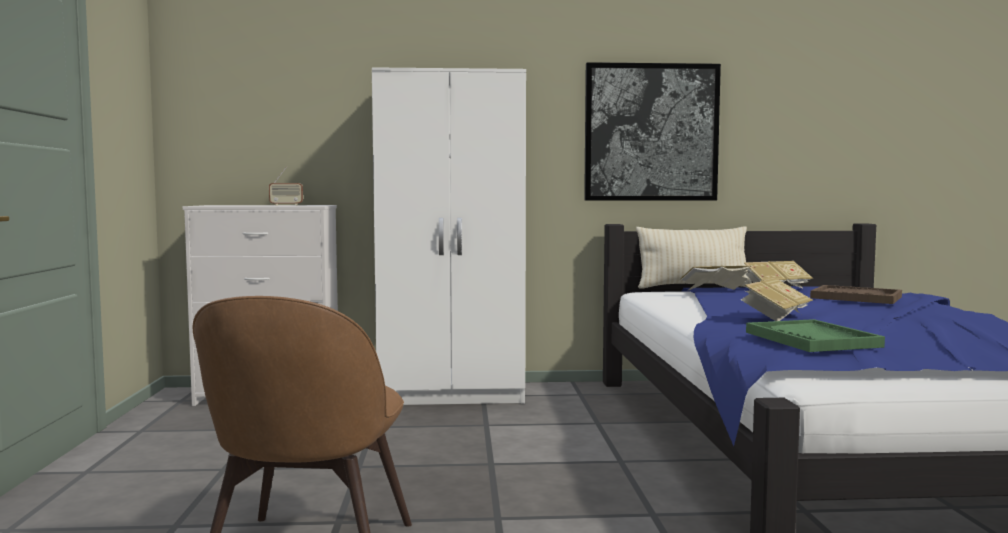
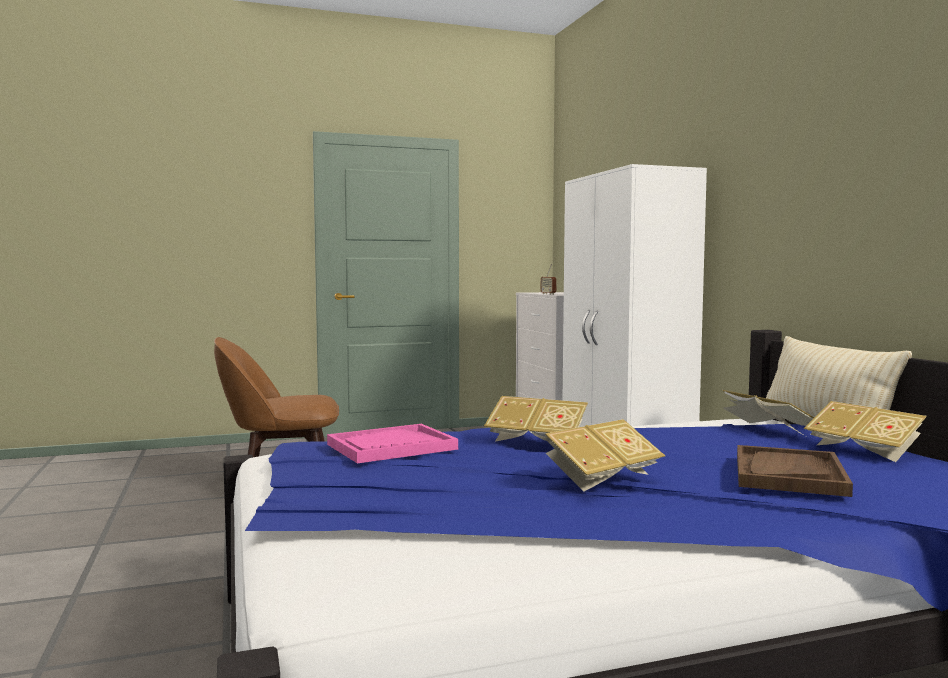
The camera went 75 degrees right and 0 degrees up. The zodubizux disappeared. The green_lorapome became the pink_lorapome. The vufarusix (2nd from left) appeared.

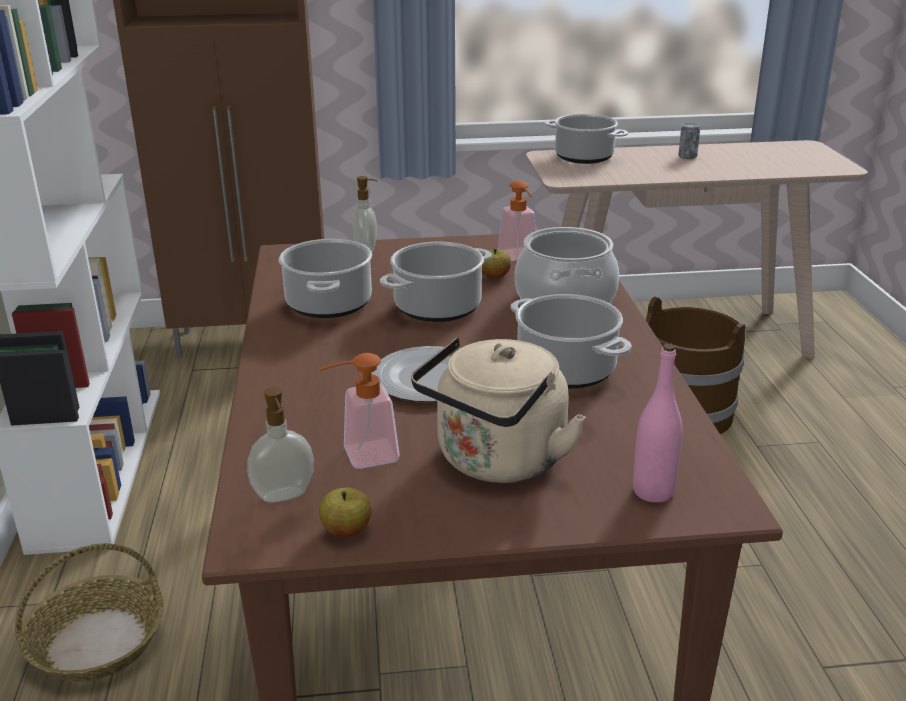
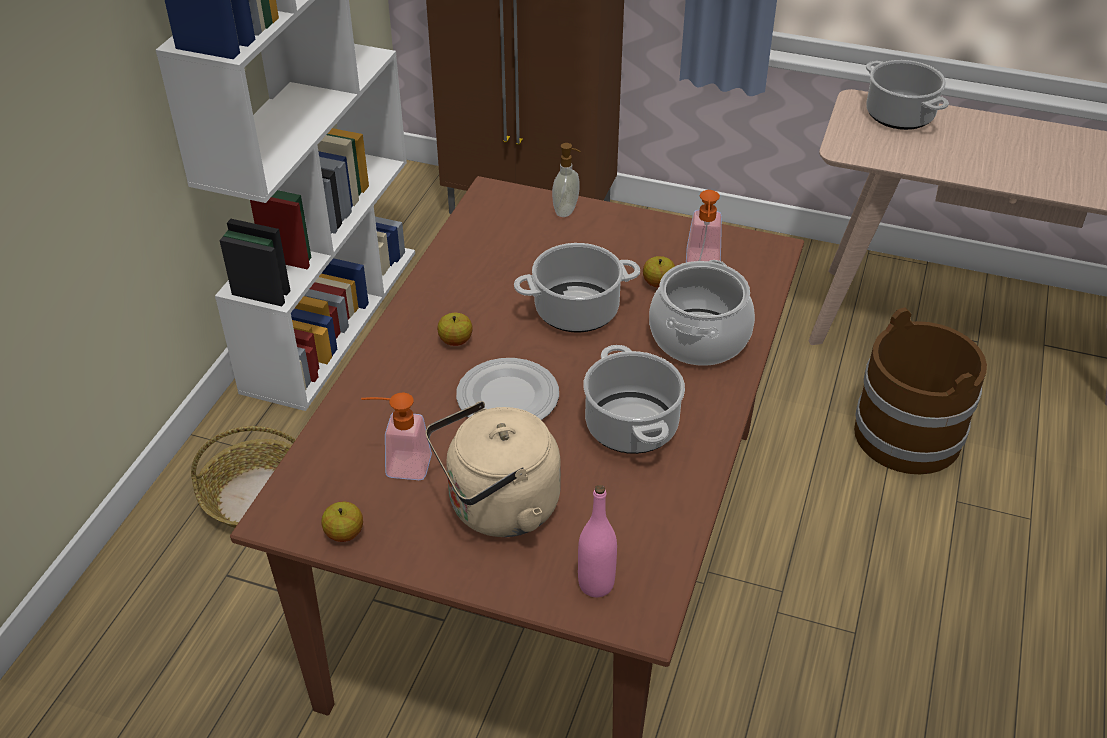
The camera went 25 degrees right and 15 degrees up. The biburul (1st from left) disappeared. The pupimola (1st from left) disappeared. The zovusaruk disappeared. The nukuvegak (2nd from left) appeared.

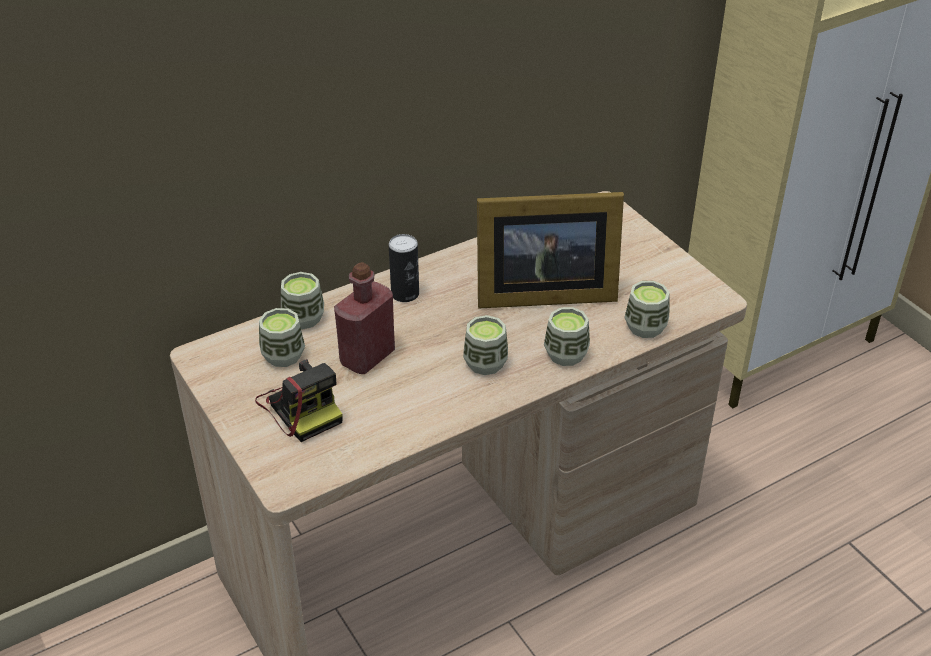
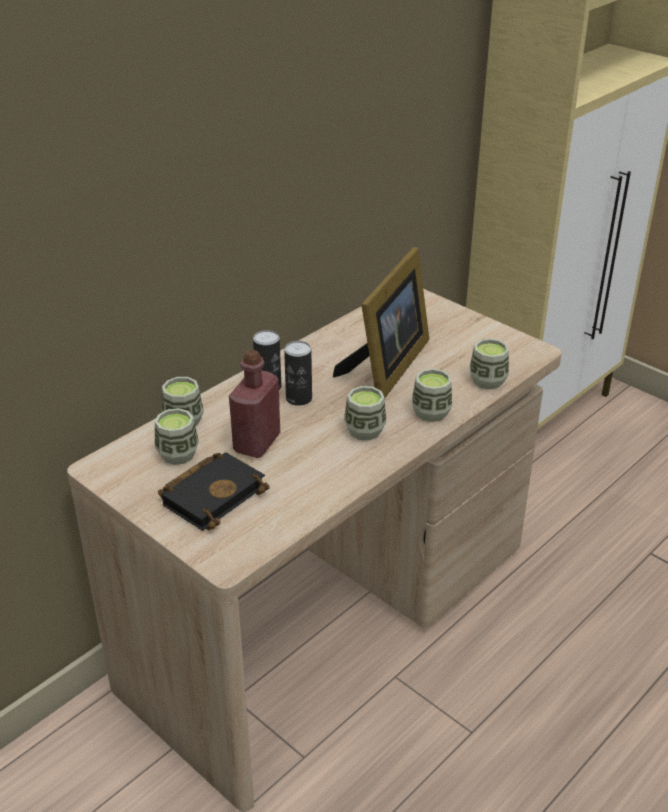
The camera went 15 degrees left and 5 degrees down. The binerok was replaced by the black_vufarusix. The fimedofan turned 45 degrees counterclockwise. The zovusaruk (2nd from left) appeared.

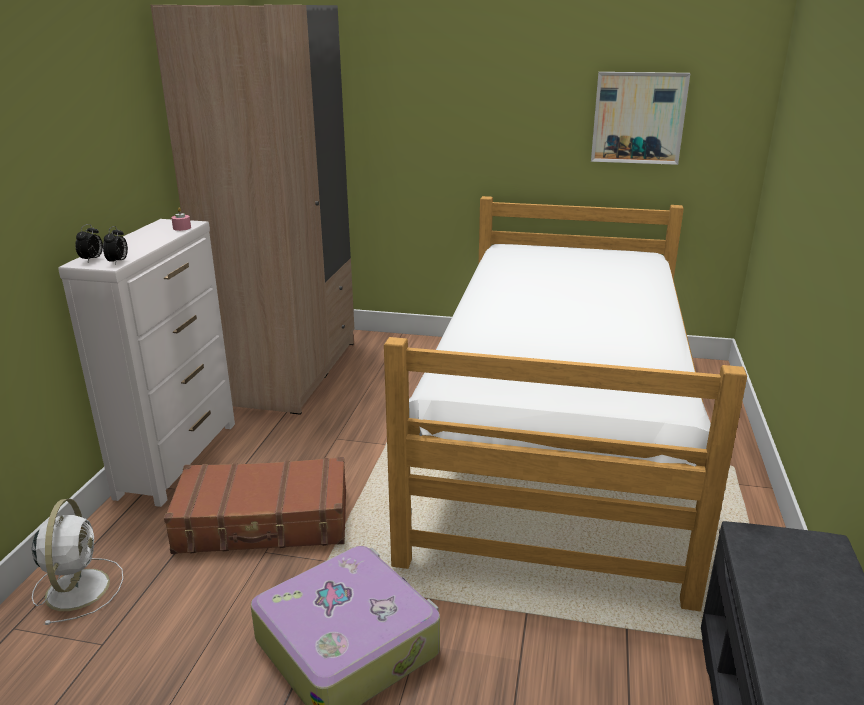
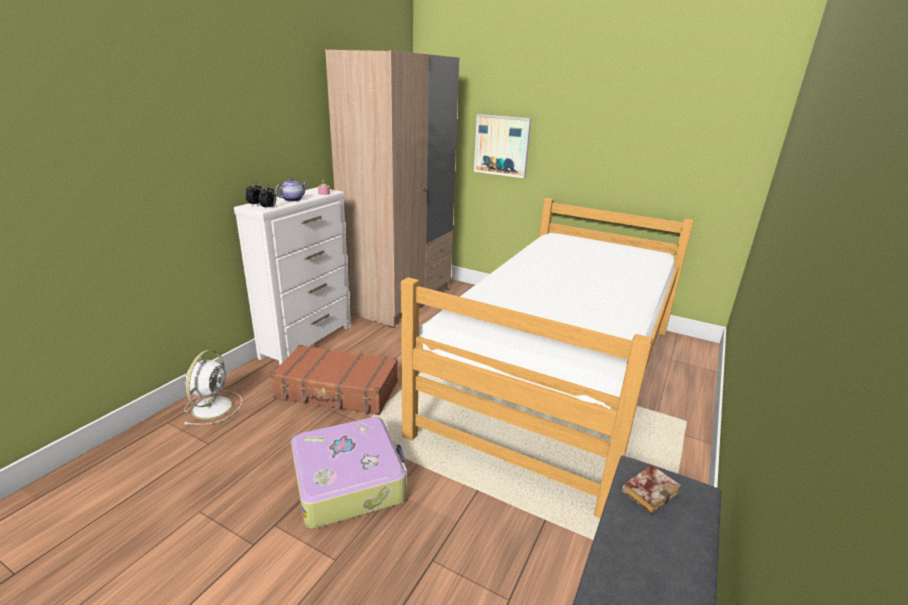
The camera went 15 degrees right and 0 degrees up. The zodubizux moved. The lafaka appeared. The vufarusix appeared.

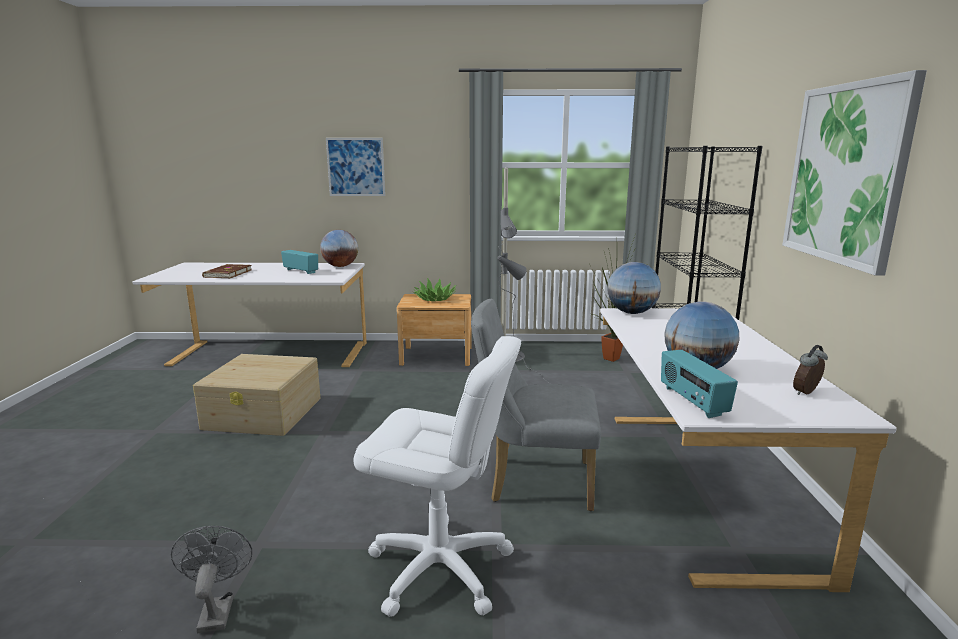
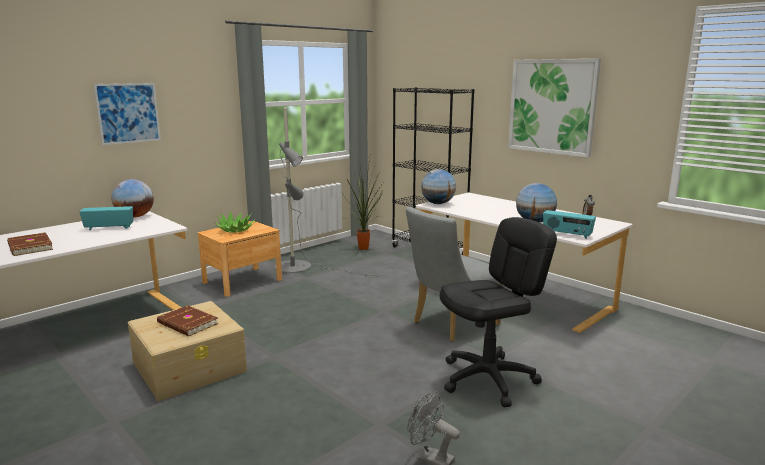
The camera went 45 degrees left and 0 degrees up. The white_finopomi became the black_finopomi. The brown_vufarusix (2nd from left) appeared.

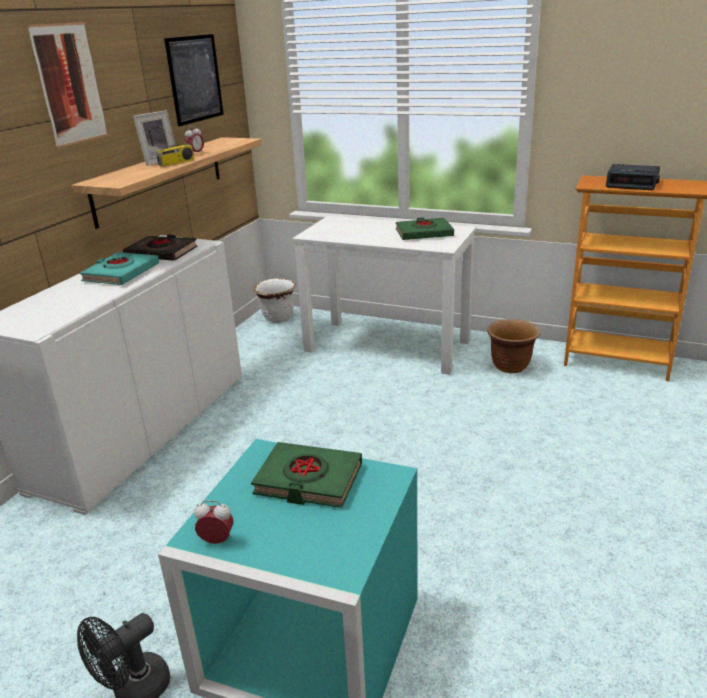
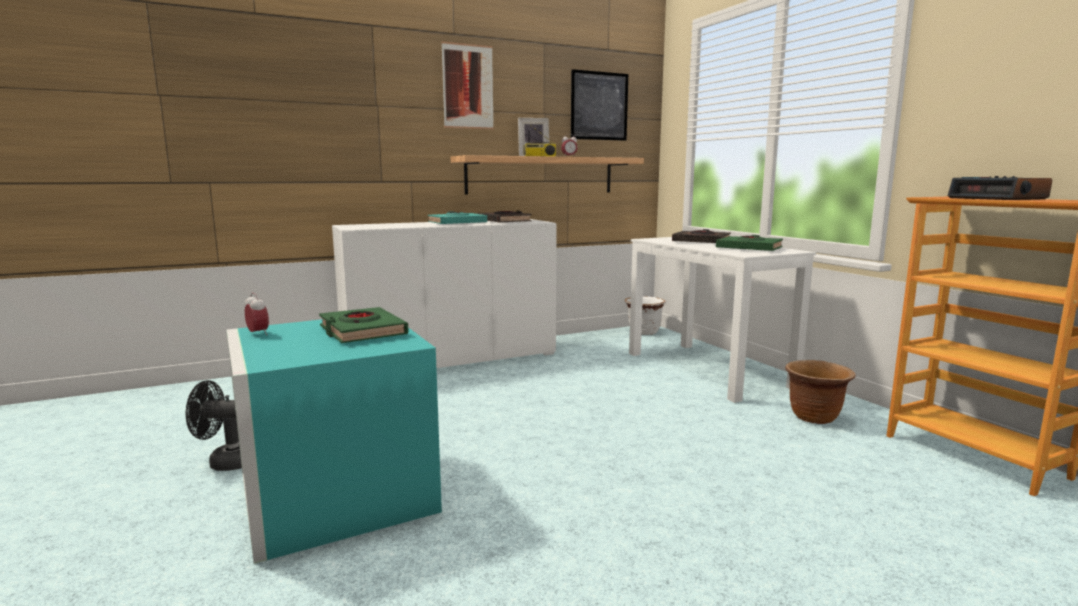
The camera went 40 degrees right and 15 degrees down. The black_vufarusix (2nd from left) appeared.

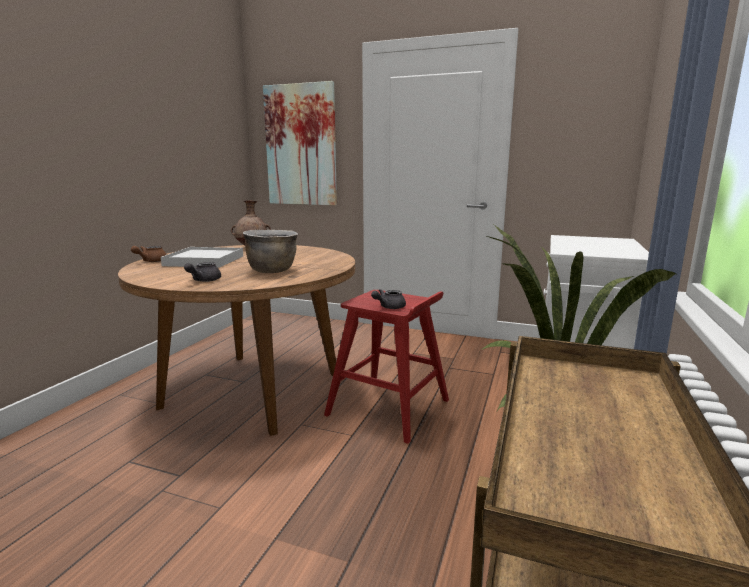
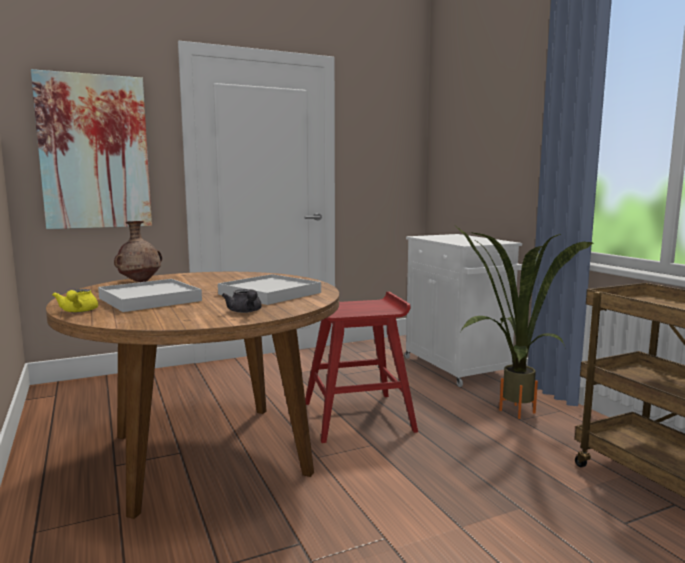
The camera went 45 degrees left and 5 degrees down. The brown_lafaka became the yellow_lafaka. The brown_pupimola was replaced by the white_lorapome (2nd from left). The grey_lafaka (2nd from left) disappeared.

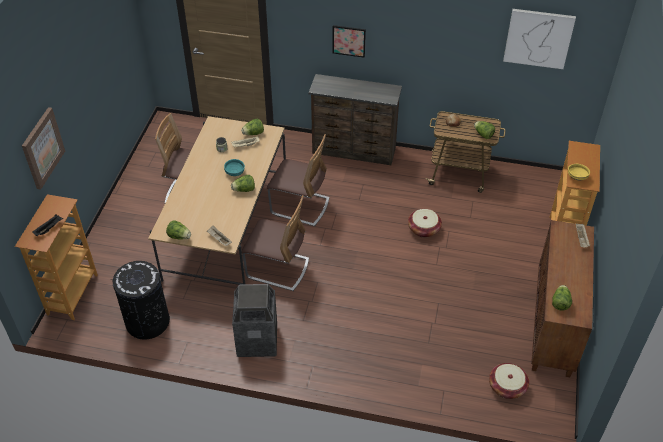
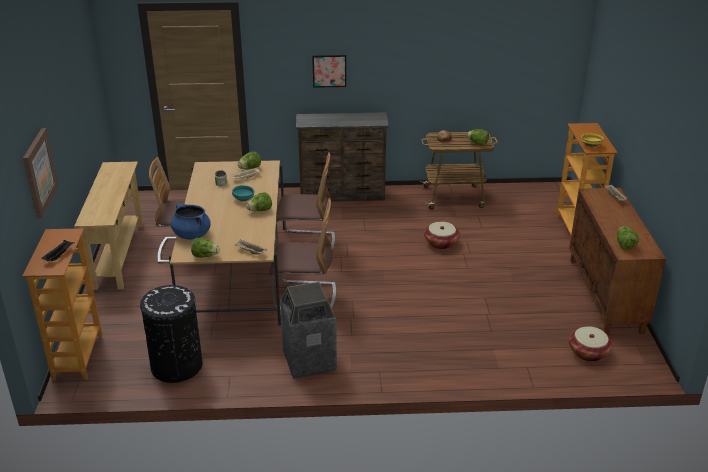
The camera went 15 degrees left and 15 degrees down. The zodubizux (3rd from left) disappeared. The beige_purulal appeared. The blue_pupimola appeared.

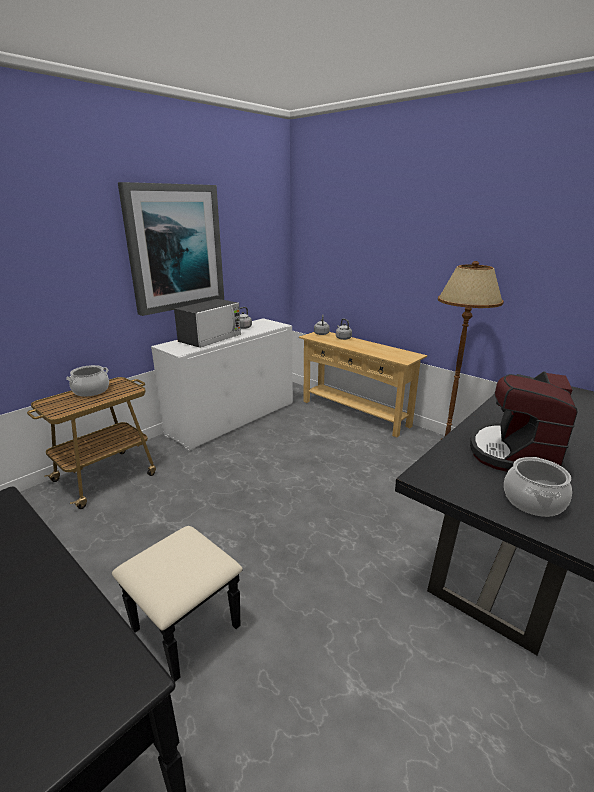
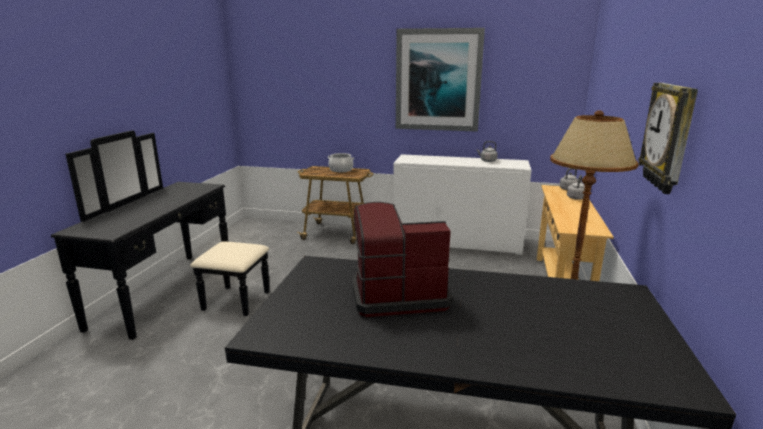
The camera went 60 degrees right and 5 degrees down. The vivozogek disappeared. The pupimola (2nd from left) disappeared. The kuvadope appeared.

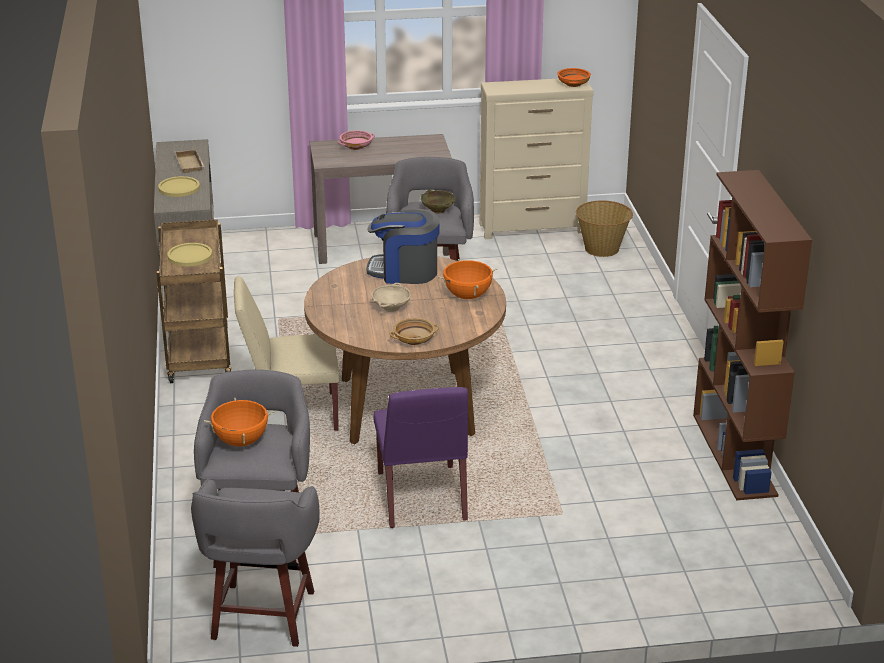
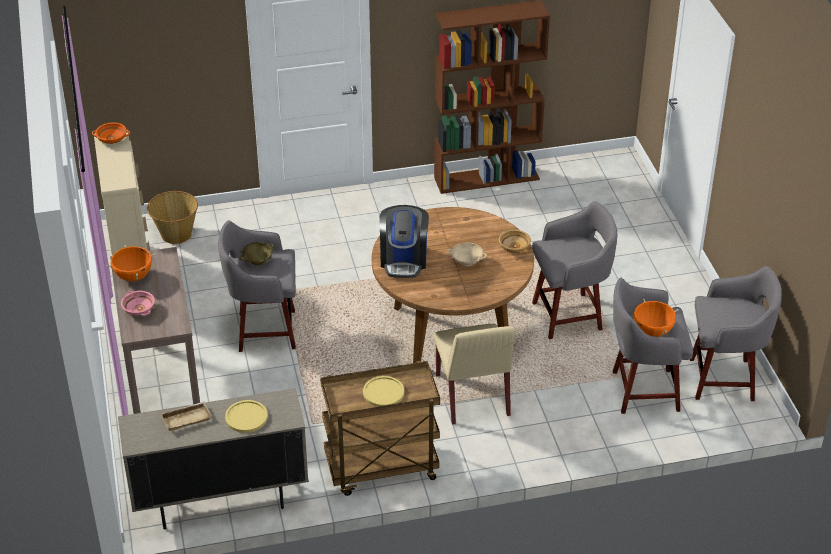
The camera went 95 degrees left and 10 degrees up. The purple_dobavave was replaced by the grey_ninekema (2nd from left). The orange_pupimola (2nd from left in the first image) moved.

